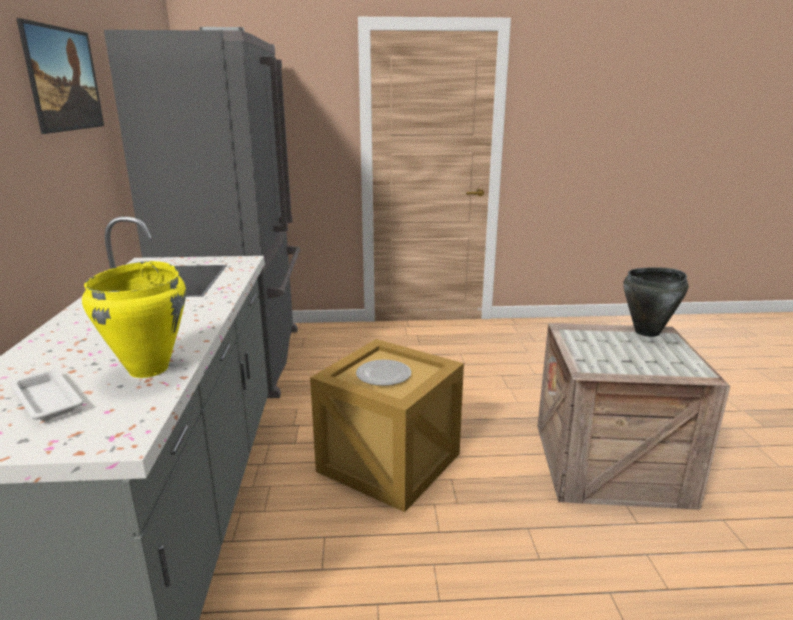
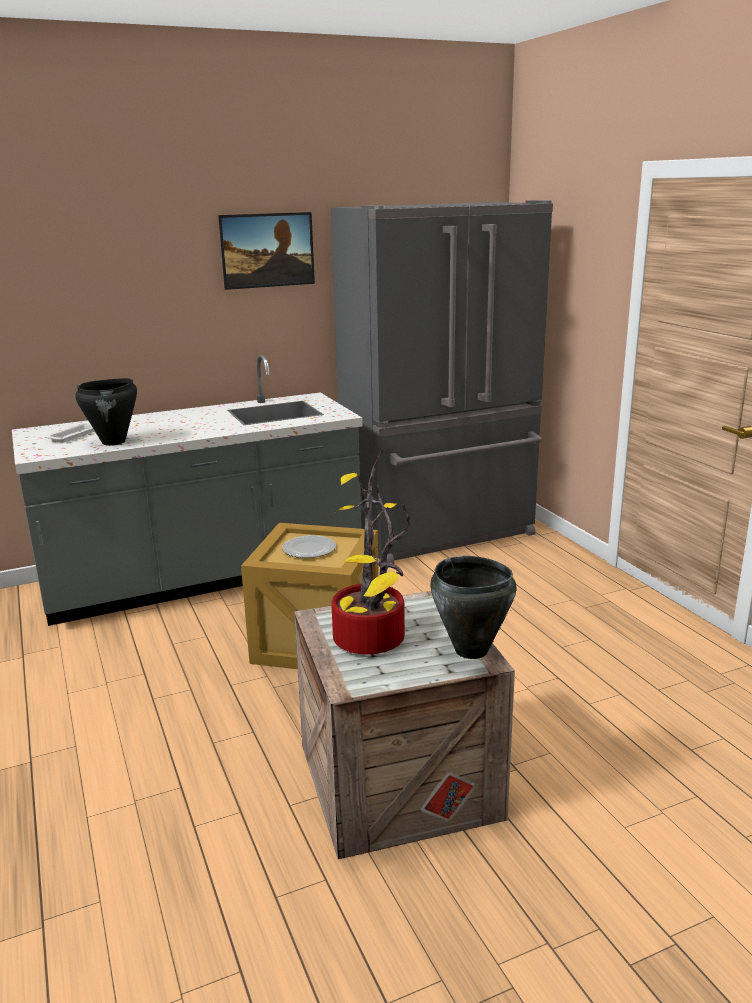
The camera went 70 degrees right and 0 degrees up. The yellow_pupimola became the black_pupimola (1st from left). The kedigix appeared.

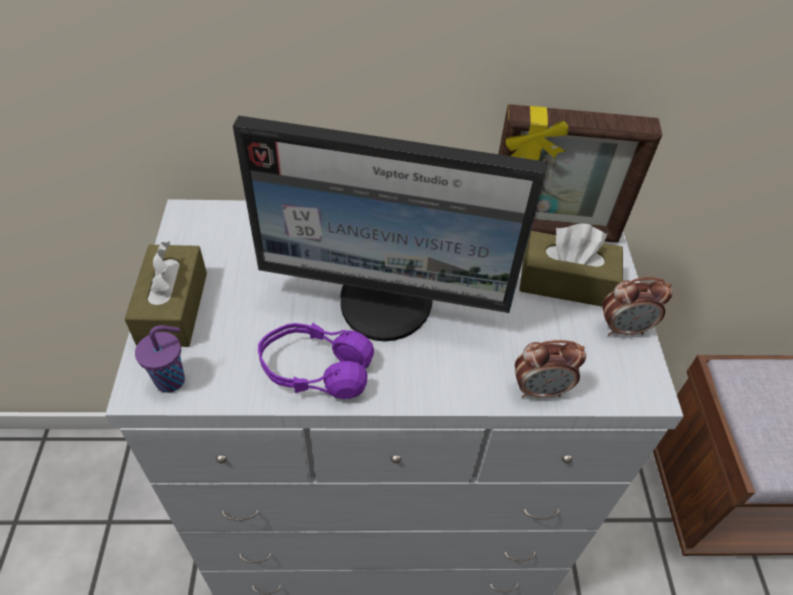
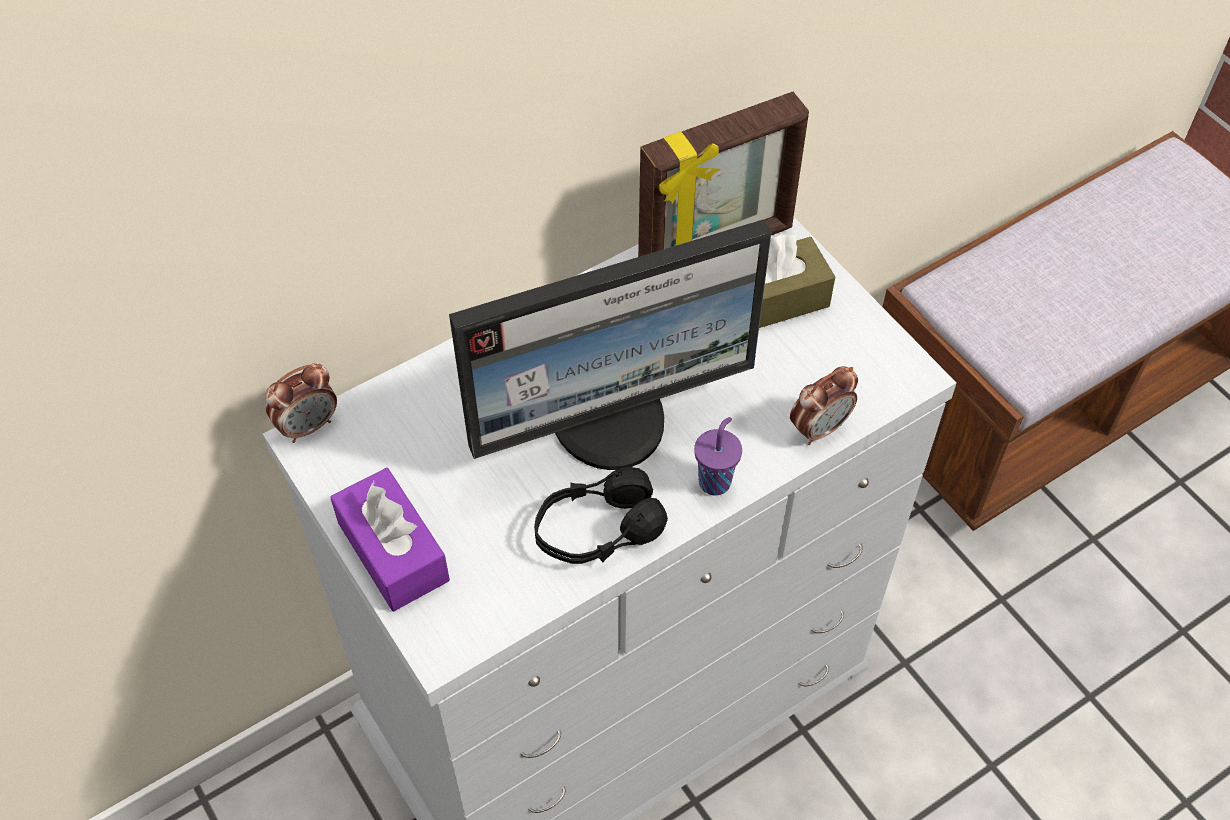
The camera went 30 degrees left and 5 degrees up. The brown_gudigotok (1st from left) became the purple_gudigotok. The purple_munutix moved. The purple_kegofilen became the black_kegofilen. The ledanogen (2nd from left in the first image) moved.

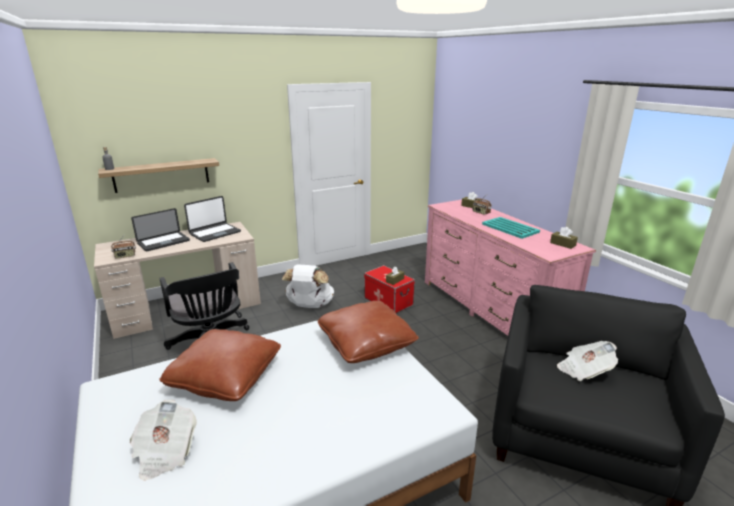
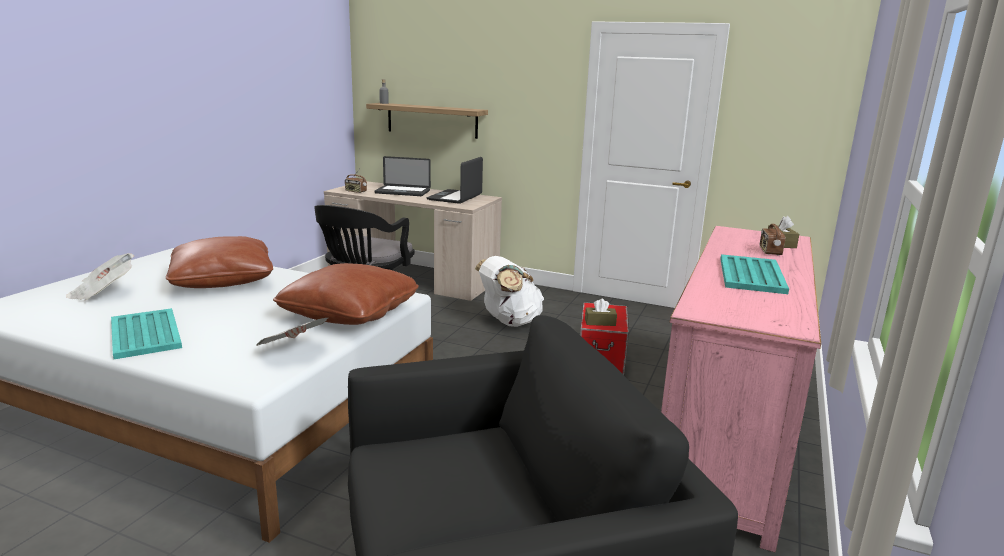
The camera went 50 degrees right and 5 degrees down. The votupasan (2nd from left) turned 105 degrees clockwise. The brown_gudigotok (3rd from left) disappeared. The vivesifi (2nd from left) moved. The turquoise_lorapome (1st from left) appeared.

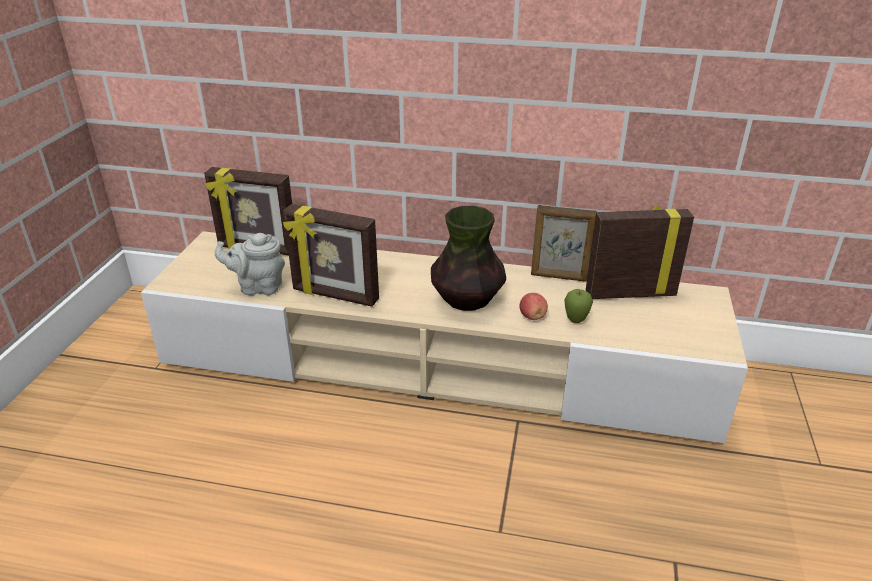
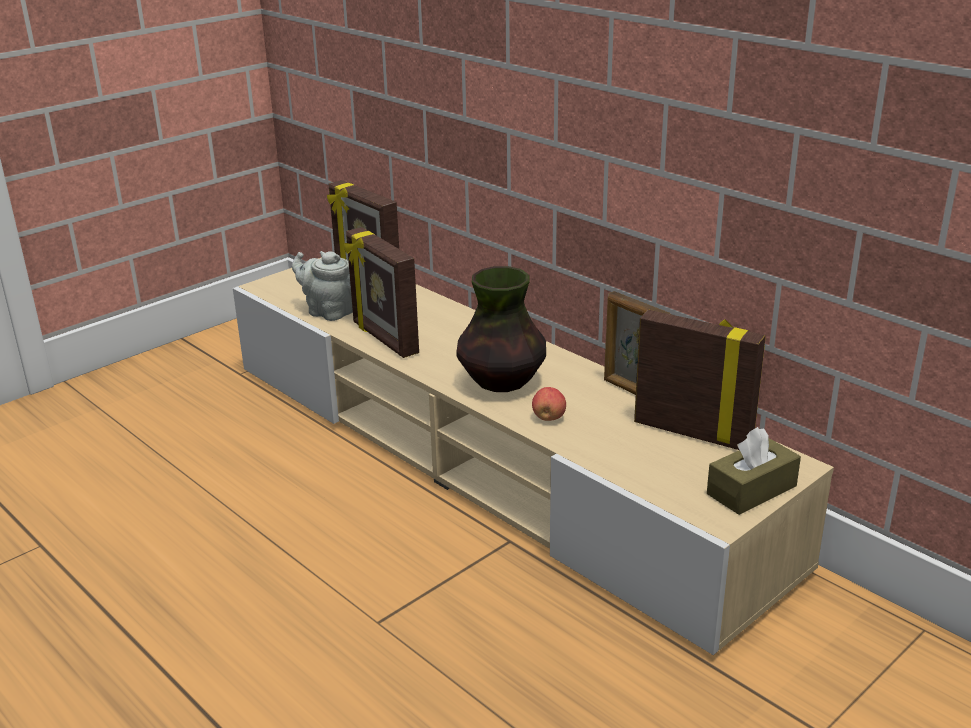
The camera went 35 degrees right and 5 degrees down. The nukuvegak (2nd from left) disappeared. The brown_gudigotok appeared.

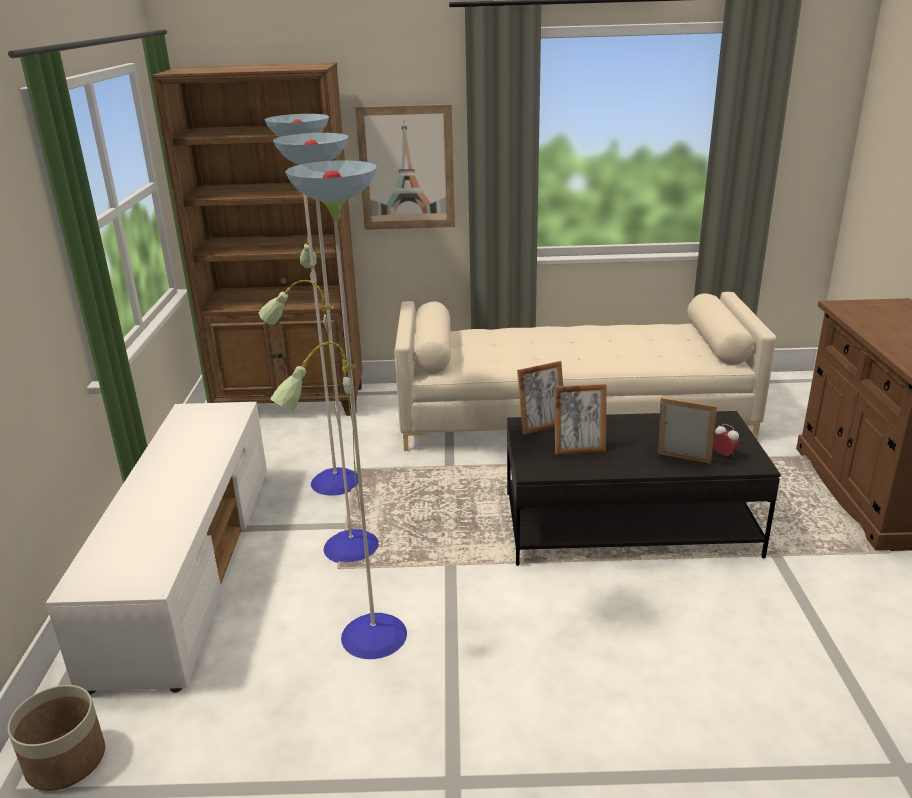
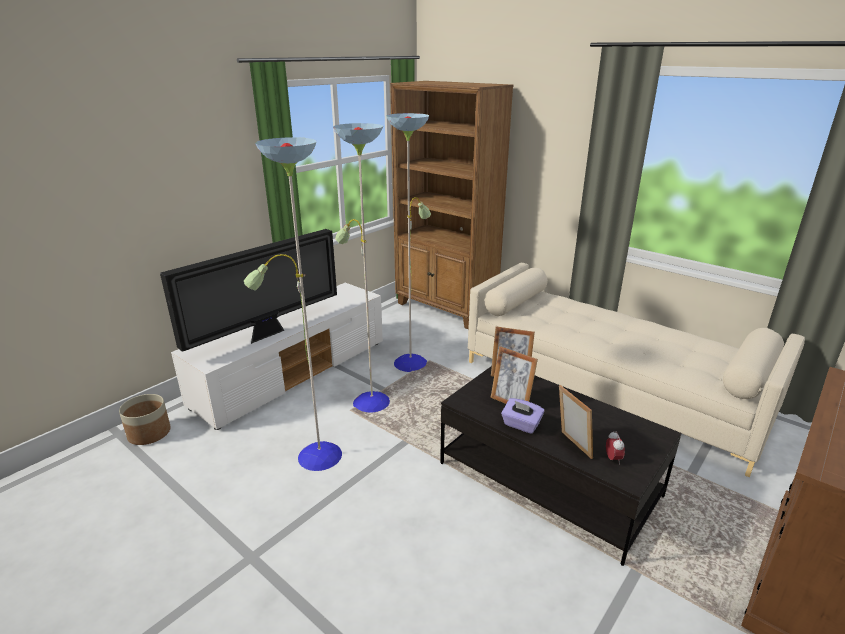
The camera went 40 degrees right and 0 degrees up. The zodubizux disappeared. The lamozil appeared. The purple_gudigotok appeared.

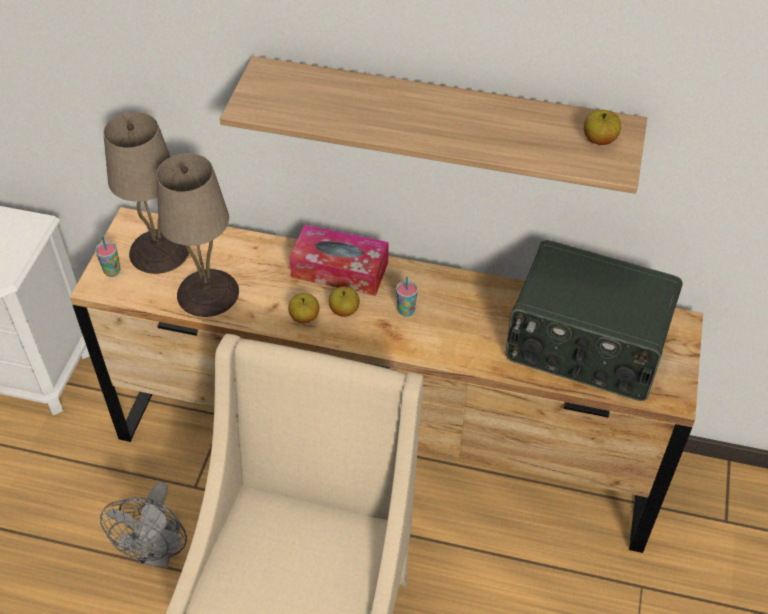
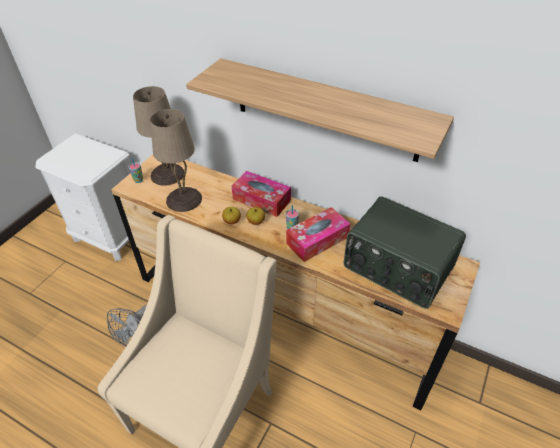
The camera went 15 degrees right and 5 degrees down. The nukuvegak (3rd from left) disappeared. The gudigotok (2nd from left) appeared.

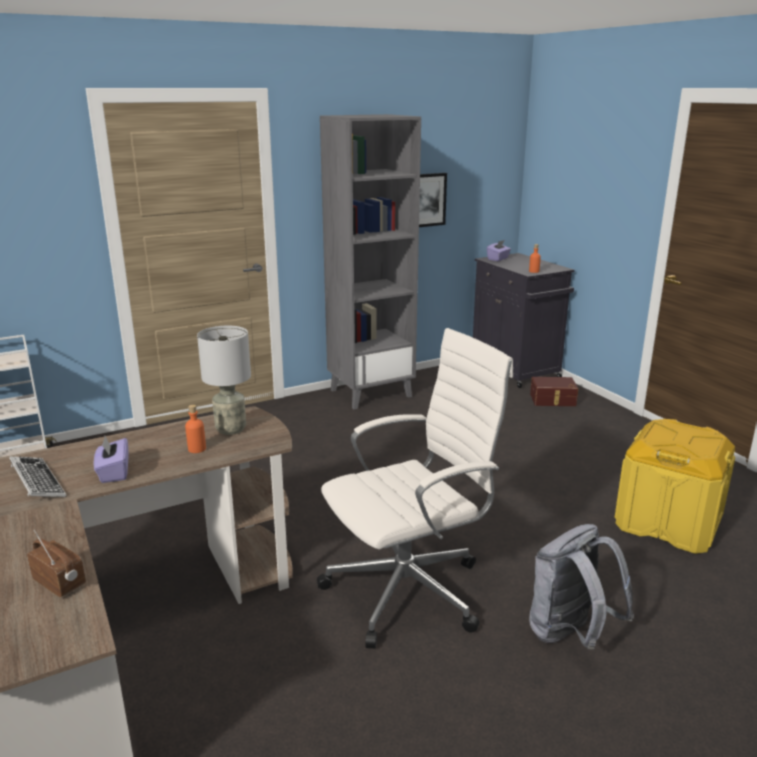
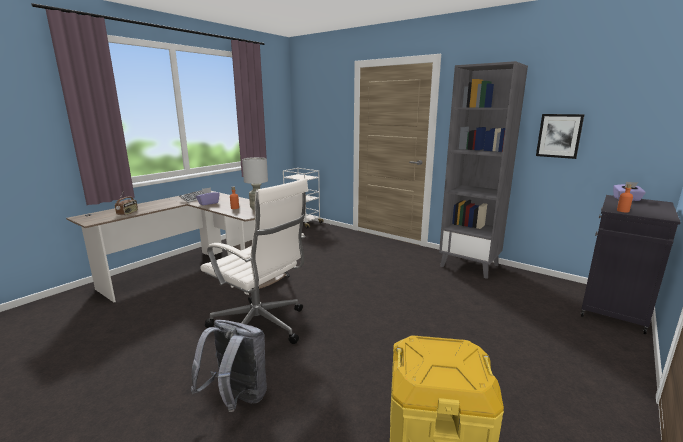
The camera went 65 degrees right and 5 degrees down. The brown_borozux disappeared.

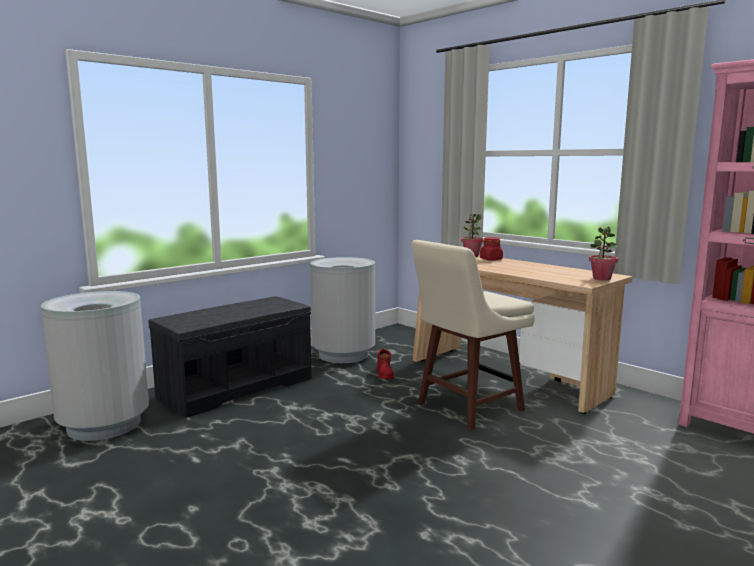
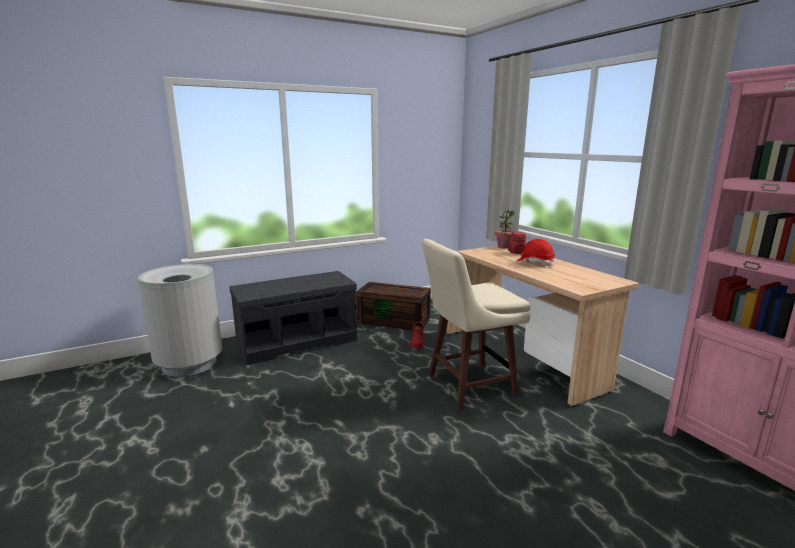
The camera went 15 degrees right and 5 degrees up. The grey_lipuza (2nd from left) was replaced by the brown_borozux. The kedigix (2nd from left) disappeared. The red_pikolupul appeared.

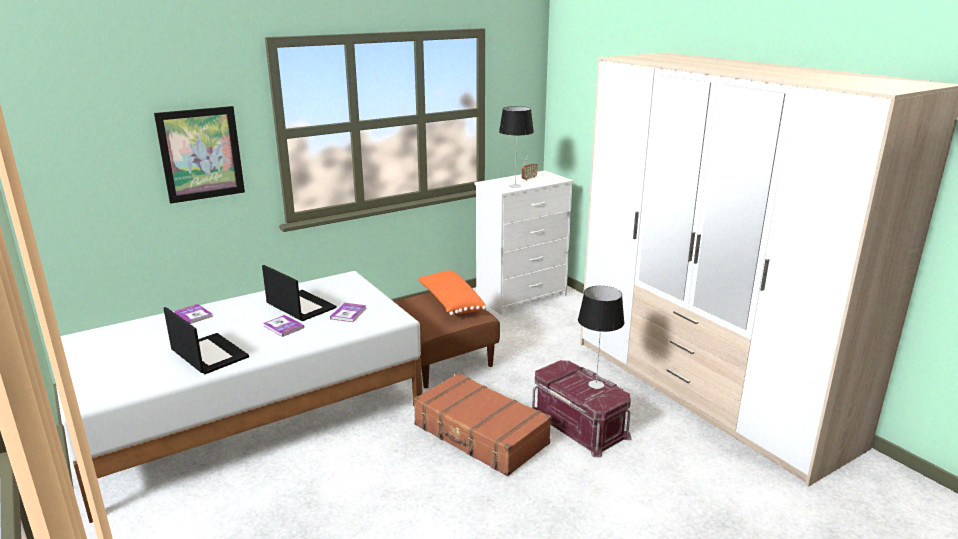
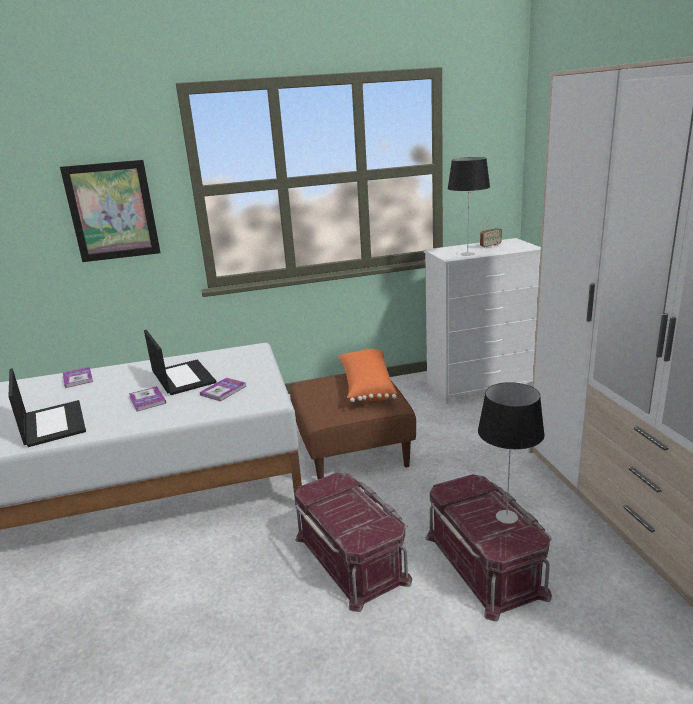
The camera went 20 degrees right and 0 degrees up. The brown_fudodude was replaced by the red_borozux (1st from left).

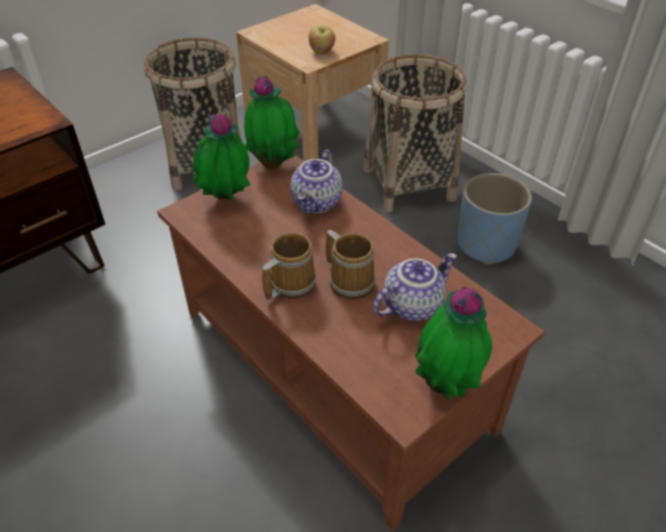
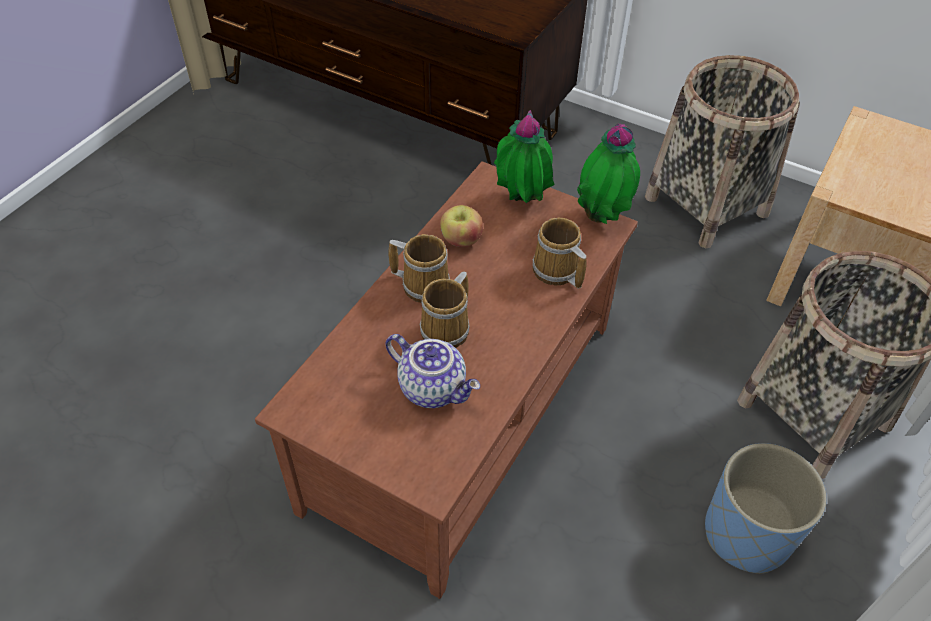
The camera went 70 degrees right and 5 degrees up. The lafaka (1st from left) was replaced by the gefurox (3rd from left). The nukuvegak moved. The kedigix (3rd from left) disappeared.

